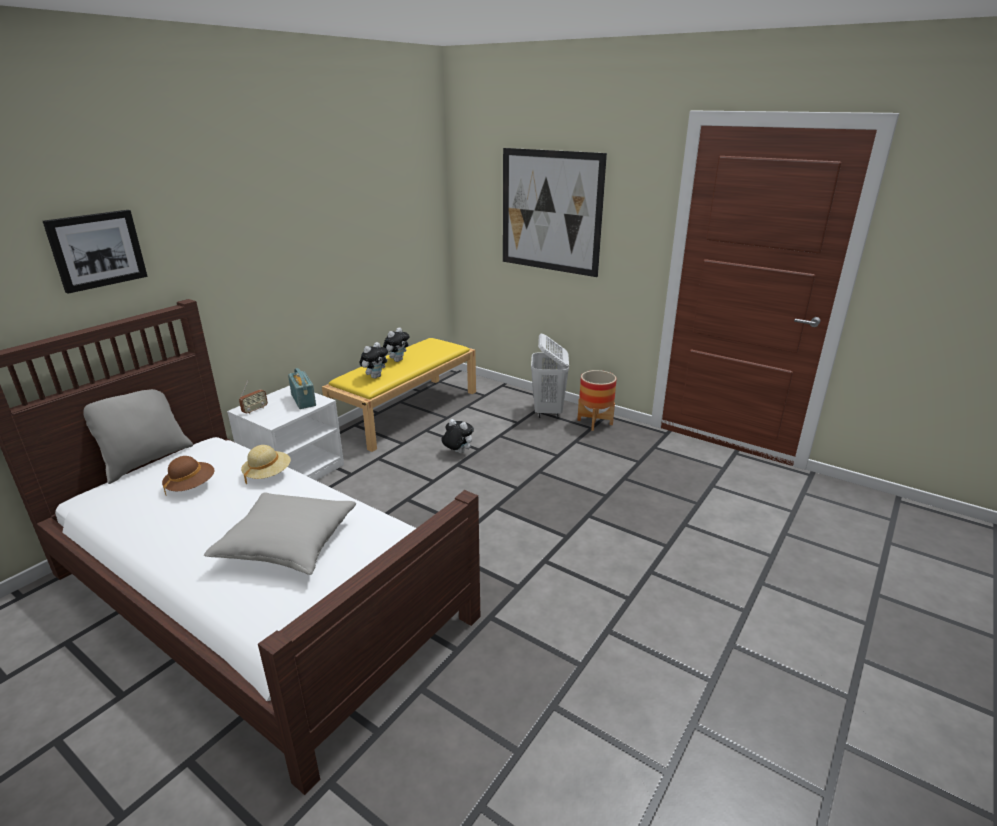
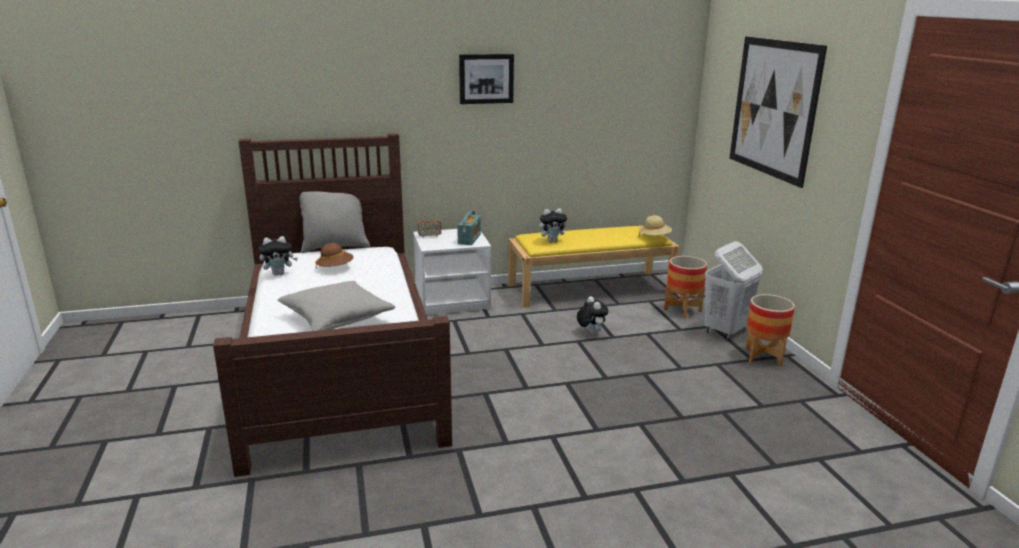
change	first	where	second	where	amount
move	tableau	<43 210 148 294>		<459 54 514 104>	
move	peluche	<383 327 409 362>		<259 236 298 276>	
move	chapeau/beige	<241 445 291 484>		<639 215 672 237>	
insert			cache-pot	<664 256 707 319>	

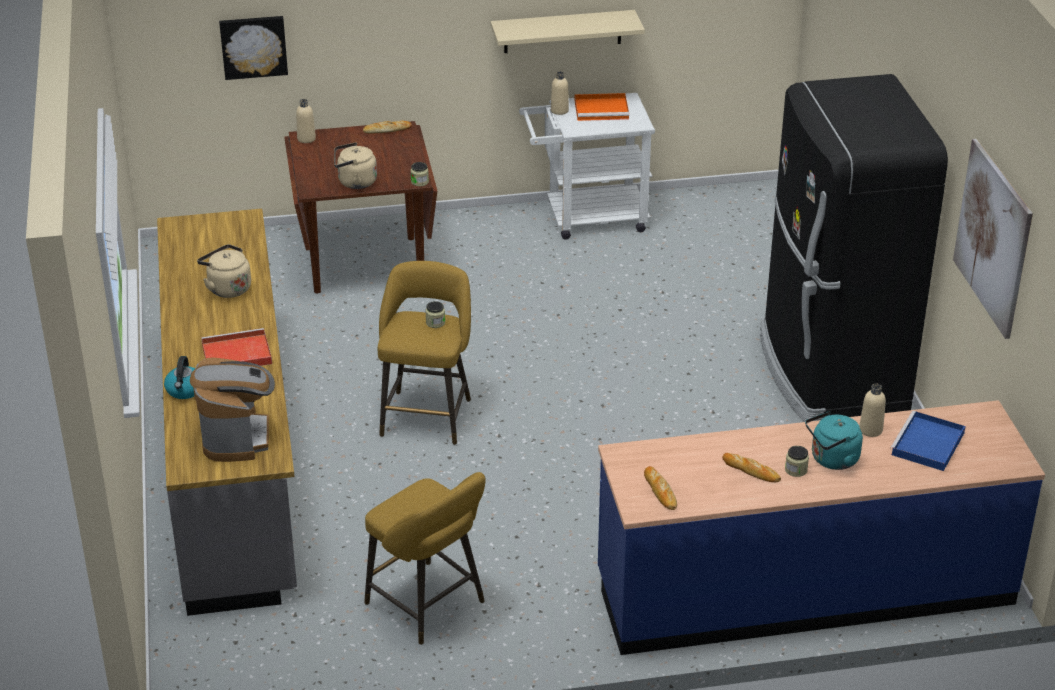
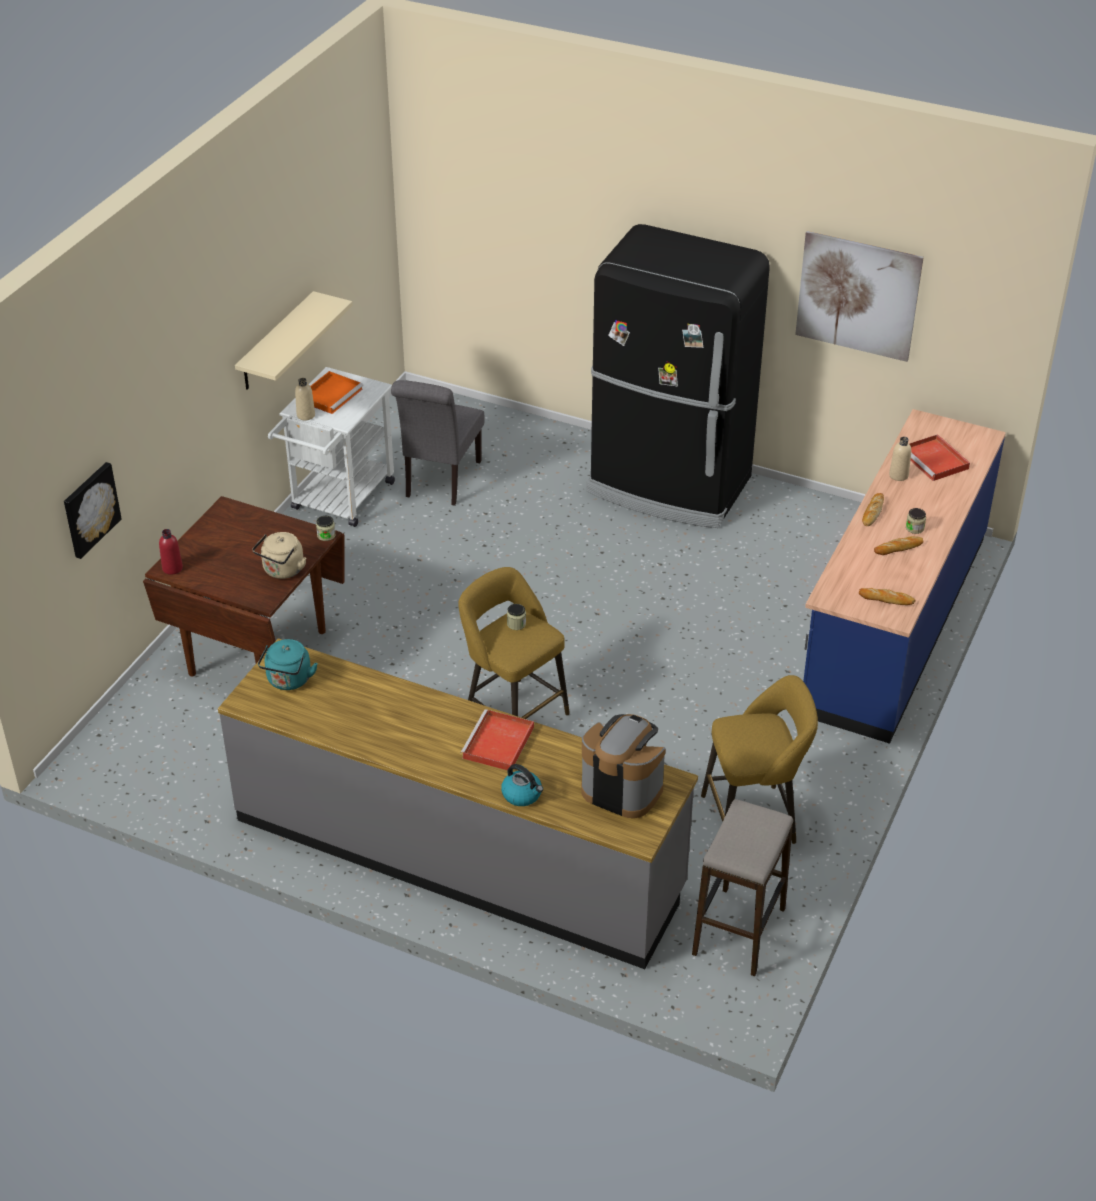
change	first	where	second	where	amount
recolor	bouteille/beige	<296 99 316 143>	bouteille/rouge	<159 529 183 575>	
move	pain	<363 121 412 134>		<862 493 884 526>	
delete	bouilloire/beige	<197 244 251 298>			
move	bouilloire/turquoise	<805 411 863 470>		<258 639 318 690>	
recolor	plateau/bleu	<890 411 966 471>	plateau/rouge	<909 434 970 481>	
insert			chaise/gris	<391 380 484 506>	
insert			tabouret	<692 799 793 976>	

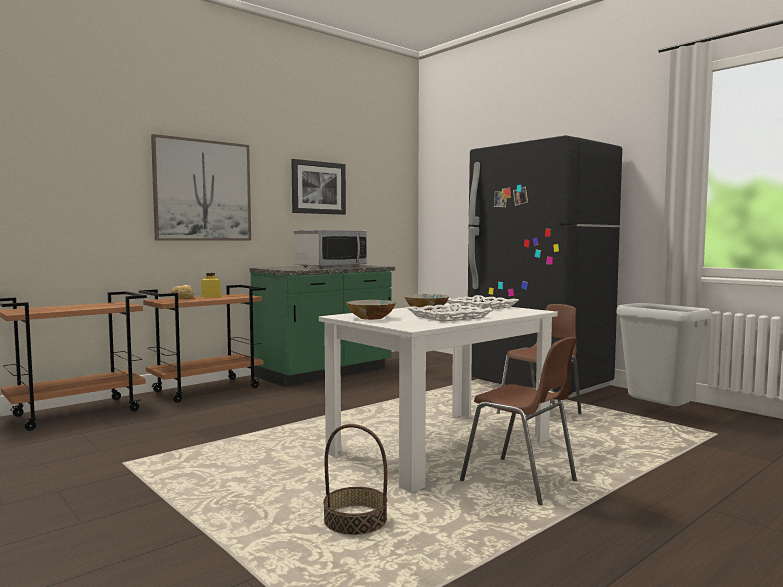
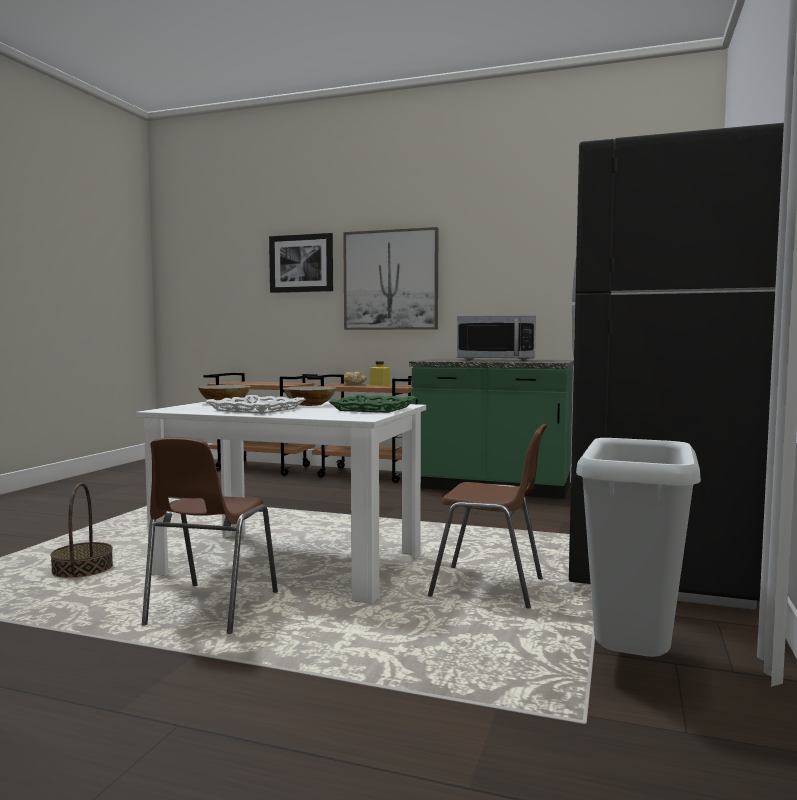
change	first	where	second	where	amount
move	tableau	<291 159 346 215>		<269 233 333 293>	
recolor	plateau/blanc	<447 295 519 309>	plateau/vert	<329 394 416 413>	

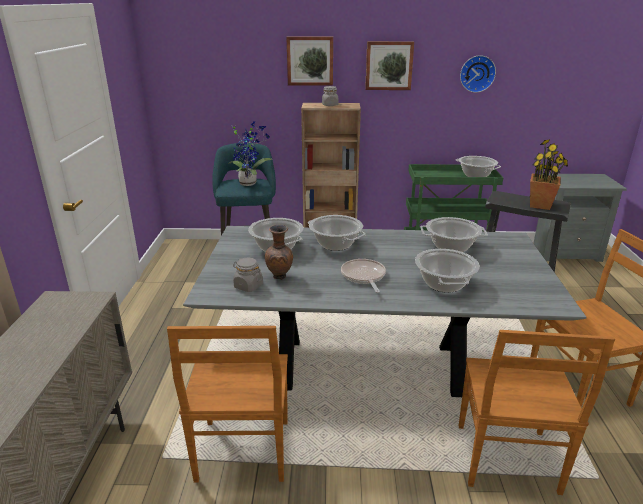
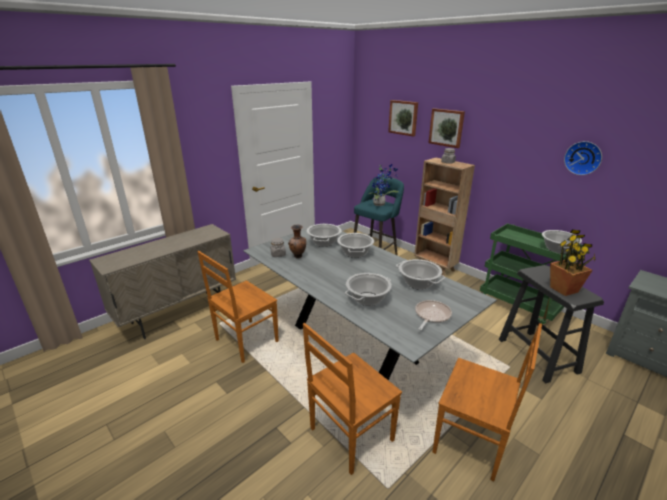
change	first	where	second	where	amount
move	tableau	<365 41 414 90>		<388 100 418 137>	
move	poêle	<341 259 386 293>		<415 300 452 330>	

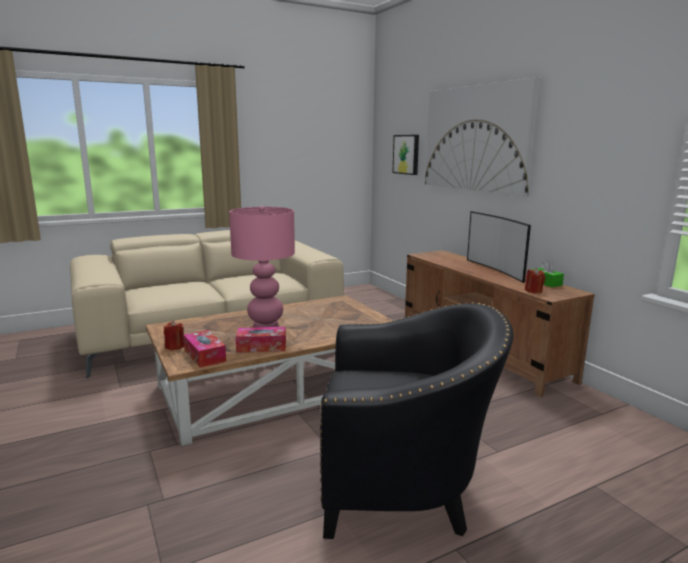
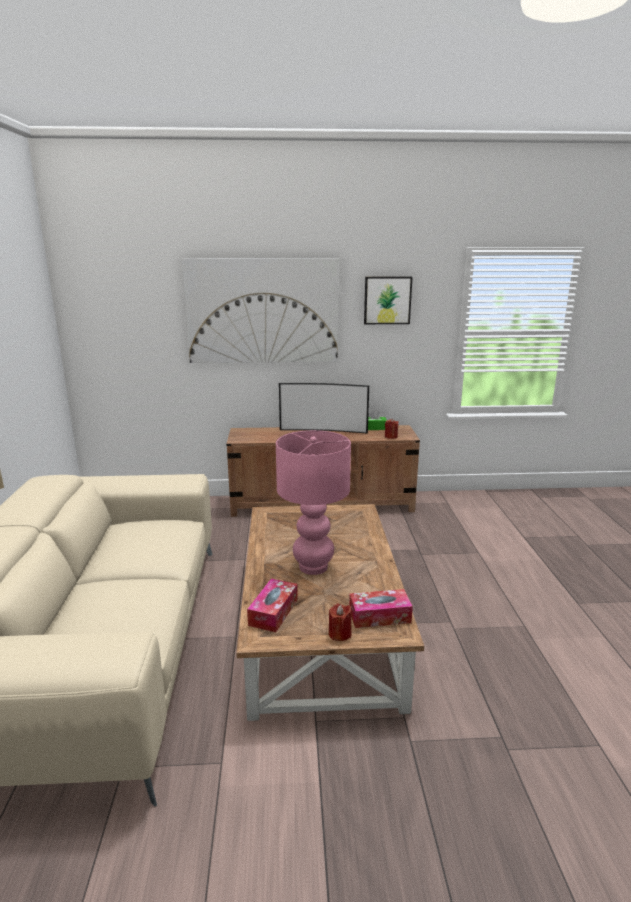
change	first	where	second	where	amount
move	tableau	<392 135 419 175>		<364 276 412 324>	
delete	fauteuil/noir	<320 302 514 539>			
move	boîte à mouchoirs	<236 327 286 353>		<247 578 298 632>	

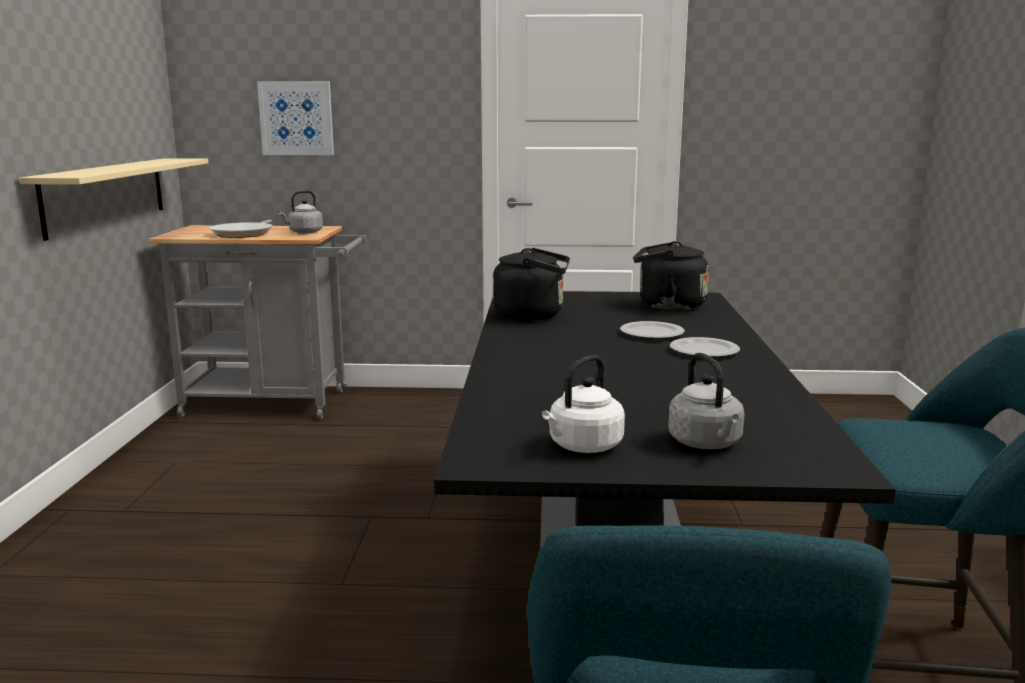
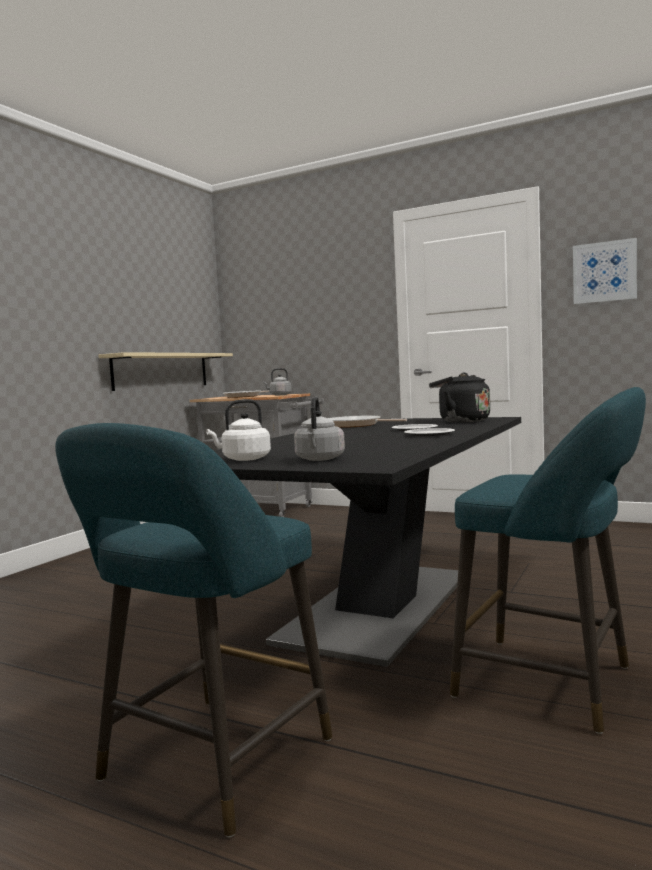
change	first	where	second	where	amount
move	tableau	<257 81 334 155>		<573 238 637 304>	
replace	bouilloire/noir	<493 248 570 321>	poêle	<327 415 407 428>	

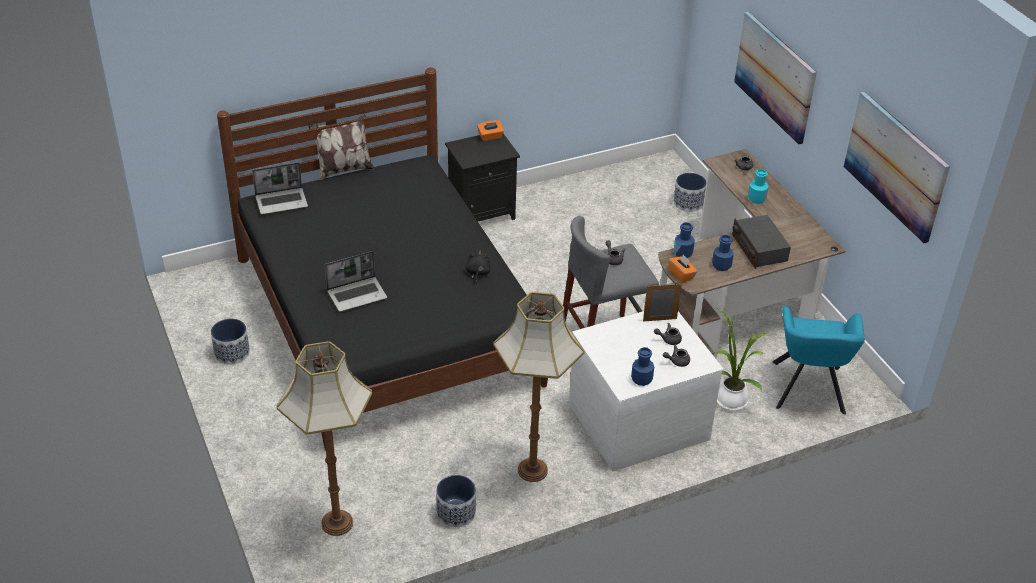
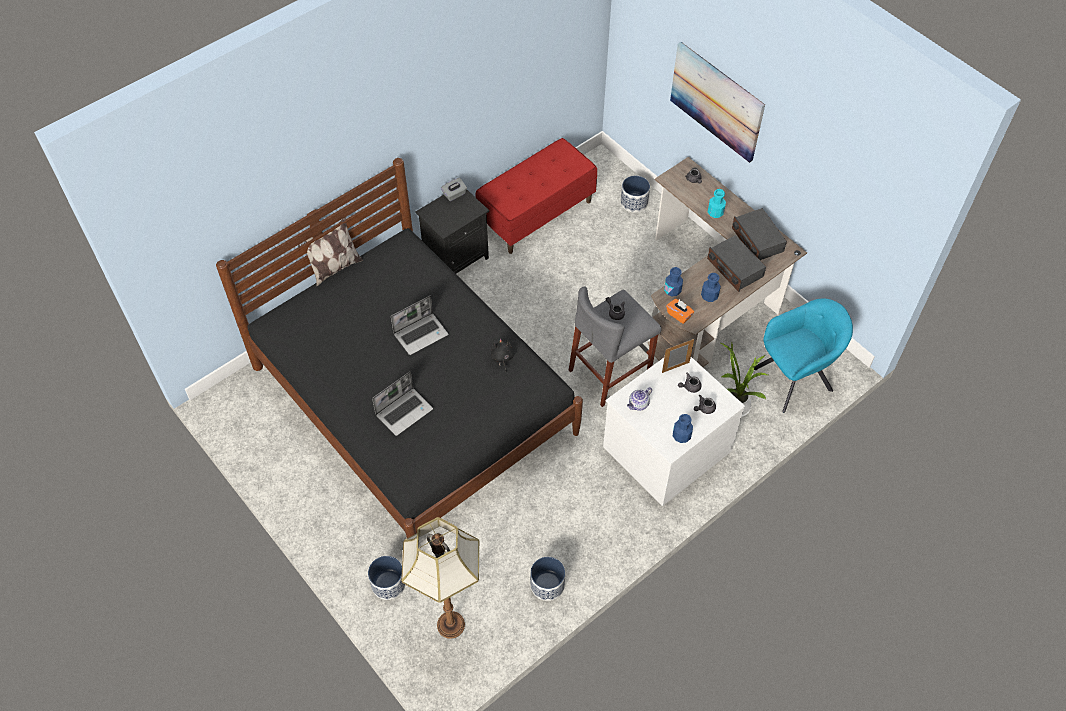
change	first	where	second	where	amount
delete	tableau	<844 91 950 243>			
recolor	boîte à mouchoirs/orange	<477 120 504 141>	boîte à mouchoirs/gris	<441 178 467 201>	
move	ordinateur portable	<252 162 308 215>		<391 296 448 355>	
delete	lampadaire	<493 292 584 482>			
rotate	fauteuil/turquoise	<773 306 865 414>		<754 298 853 413>	105 degrees counterclockwise
move	cache-pot	<211 318 250 364>		<368 556 405 600>	
insert			banc/rouge	<475 138 597 254>	
insert			radio	<732 208 787 260>	
insert			théière	<627 387 652 411>	

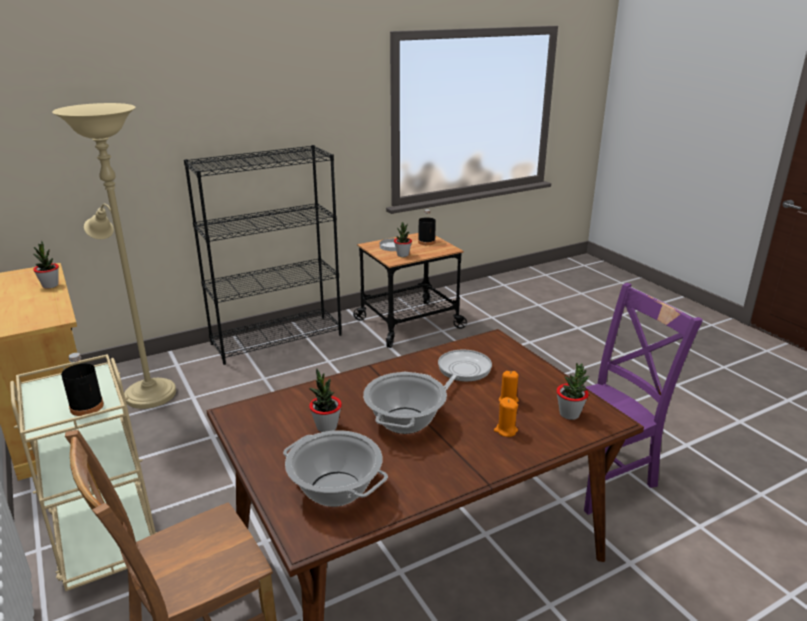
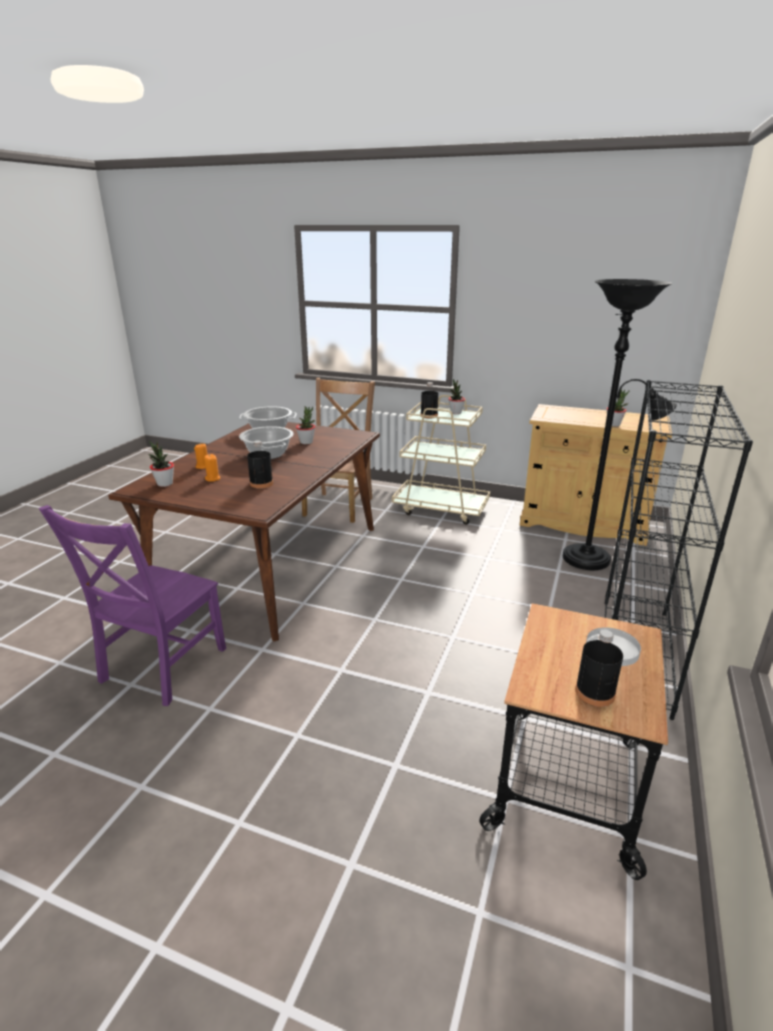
change	first	where	second	where	amount
recolor	lampadaire/beige	<52 103 176 409>	lampadaire/noir	<563 279 677 570>	
move	plante en pot	<394 222 412 257>		<448 379 465 414>	
replace	poêle	<438 350 492 390>	bouteille/noir	<247 440 273 489>	

